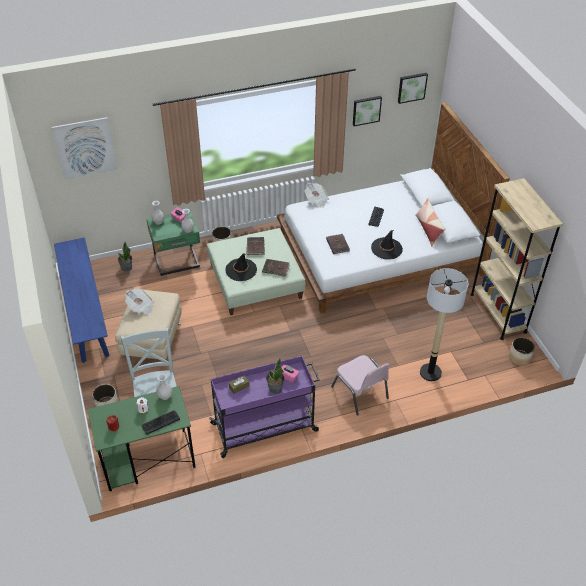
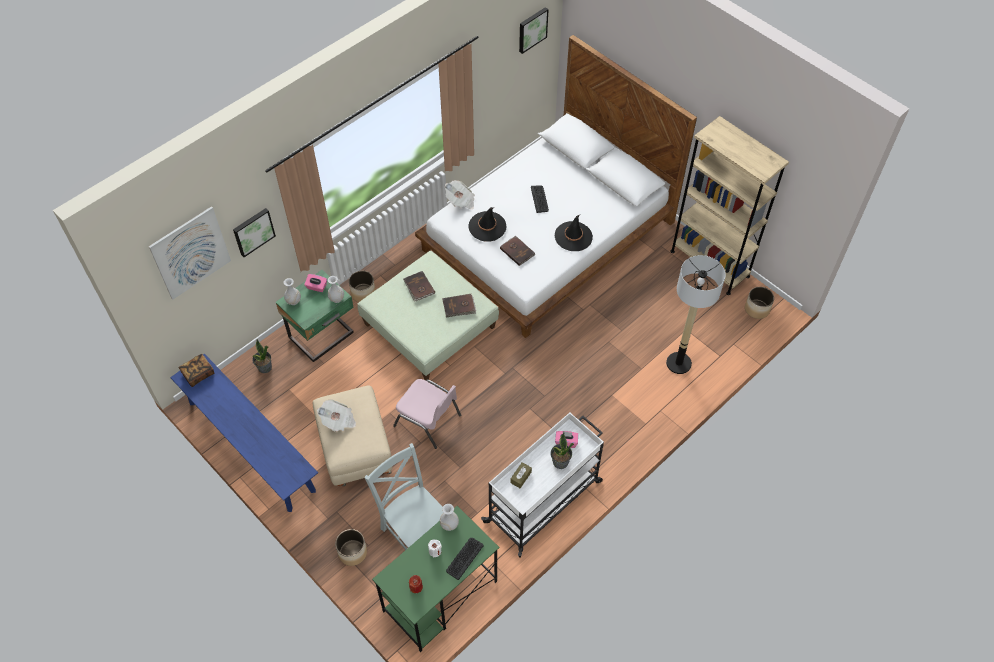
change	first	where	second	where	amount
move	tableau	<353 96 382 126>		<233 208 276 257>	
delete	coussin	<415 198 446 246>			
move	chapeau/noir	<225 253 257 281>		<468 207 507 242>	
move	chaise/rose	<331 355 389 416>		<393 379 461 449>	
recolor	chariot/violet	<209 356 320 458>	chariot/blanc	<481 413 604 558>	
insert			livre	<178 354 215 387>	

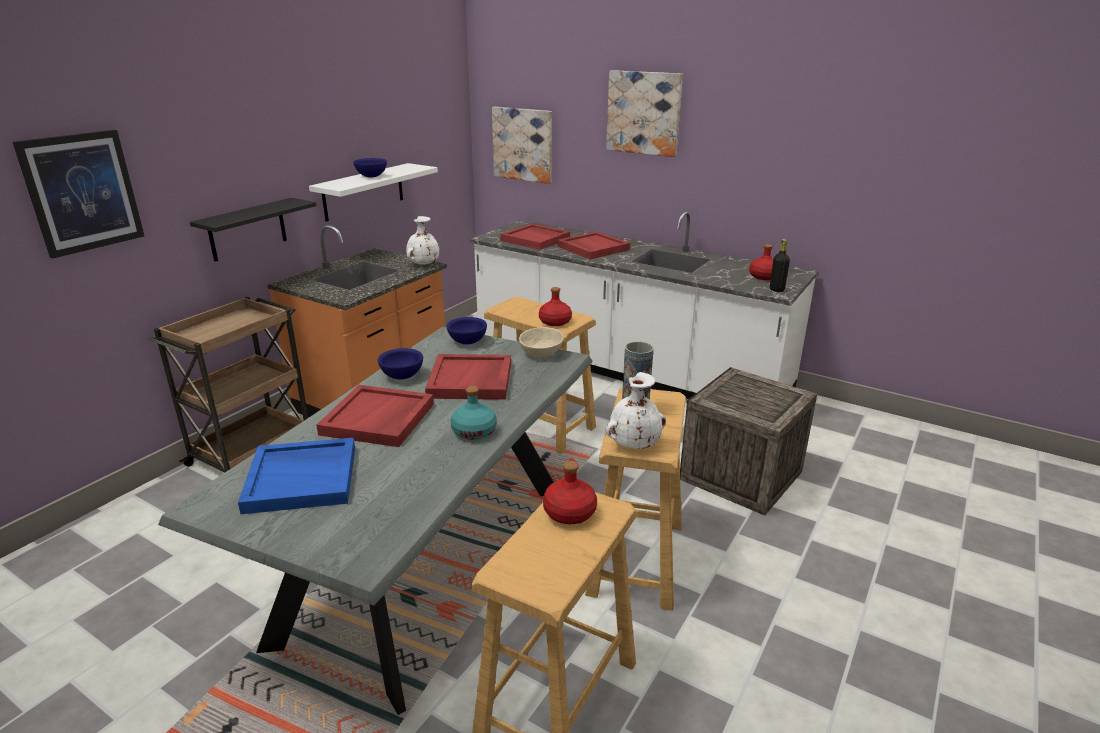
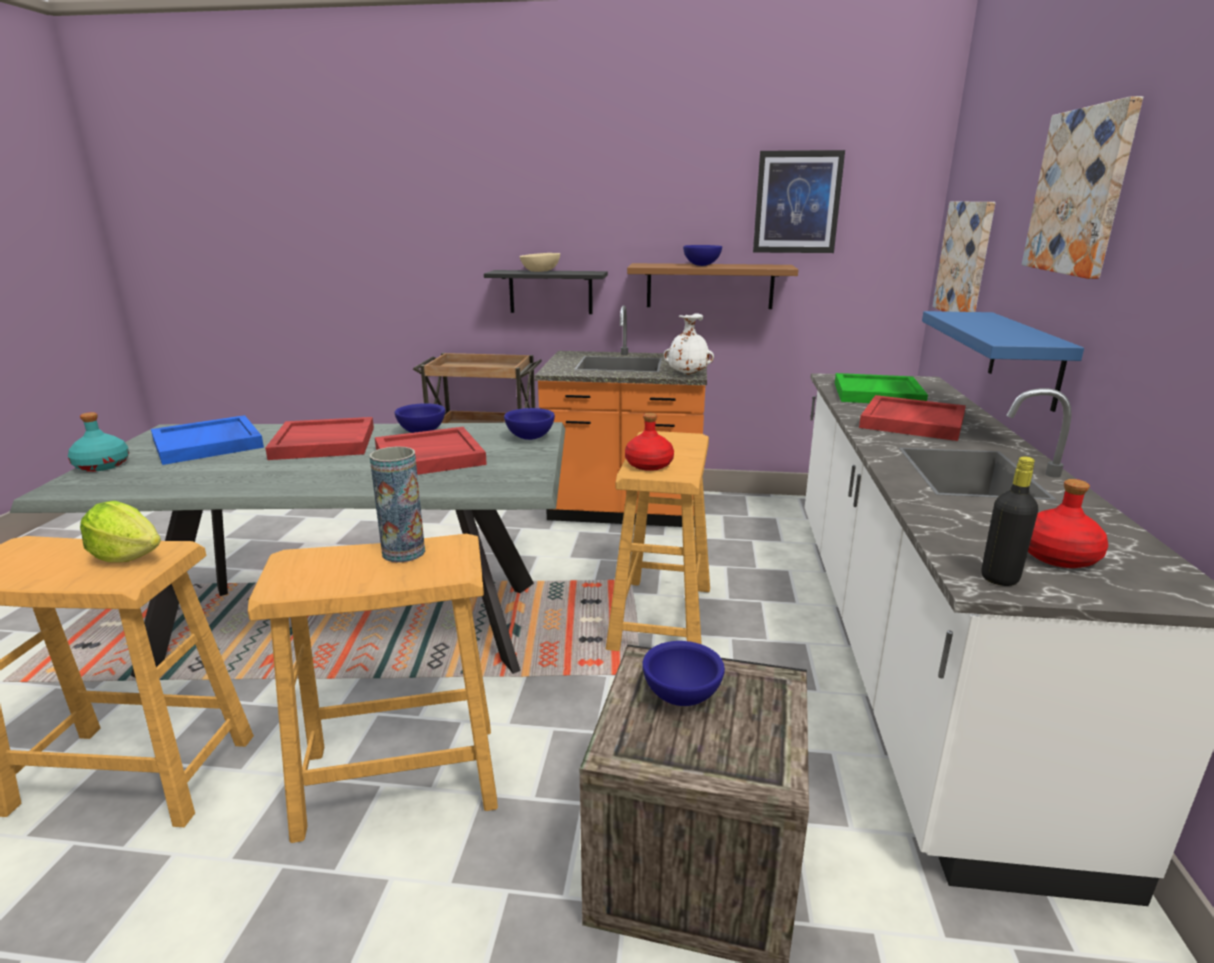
change	first	where	second	where	amount
move	tableau	<13 129 144 259>		<753 150 845 253>	
recolor	étagère/blanc	<309 163 438 222>	étagère/marron	<627 263 798 309>	
recolor	plateau/rouge	<500 224 570 250>	plateau/vert	<835 373 928 403>	
move	bol/beige	<519 327 564 358>		<519 253 560 272>	
delete	vase/blanc	<606 372 666 449>			
move	bouteille/turquoise	<451 386 497 440>		<68 412 129 472>	
replace	bouteille/rouge	<543 461 597 524>	laitue	<80 501 161 562>	
insert			étagère/bleu	<922 311 1084 412>	
insert			bol/bleu	<642 641 725 706>	

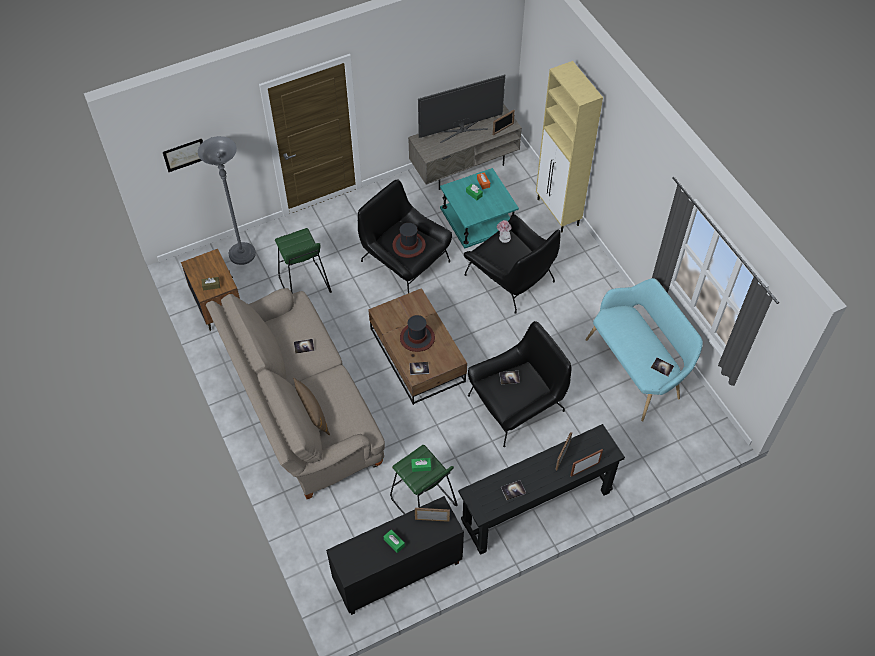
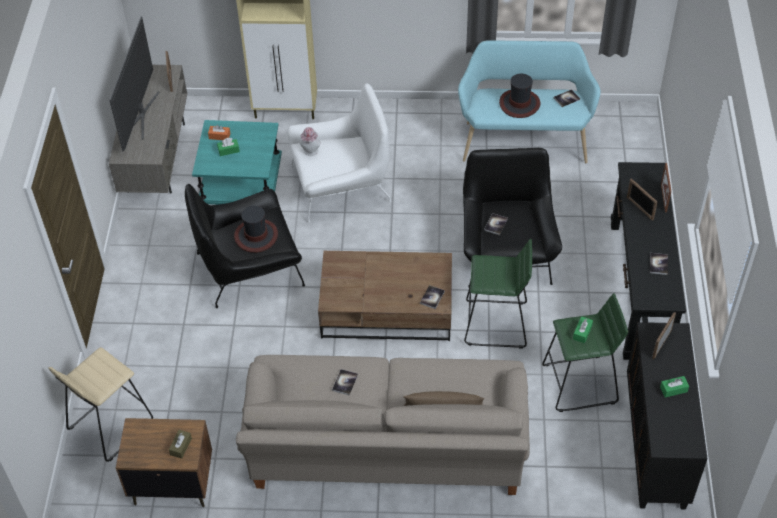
change	first	where	second	where	amount
replace	lampadaire/gris	<198 136 256 265>	tabouret/beige	<48 347 153 462>	
delete	tableau	<163 139 203 172>			
recolor	fauteuil/noir	<464 215 561 314>	fauteuil/blanc	<288 83 391 223>	
move	tabouret/vert	<275 228 332 294>		<464 239 532 349>	
move	chapeau	<400 315 435 352>		<499 74 540 118>	

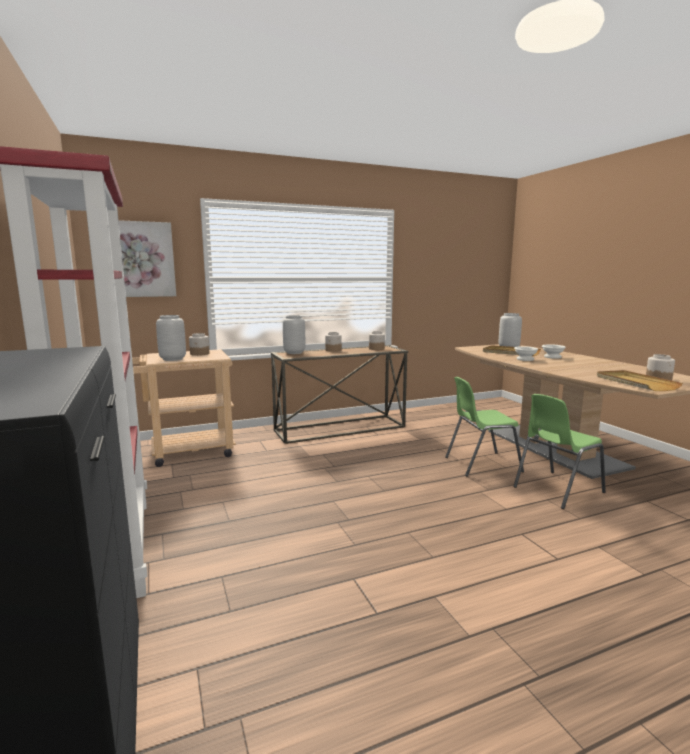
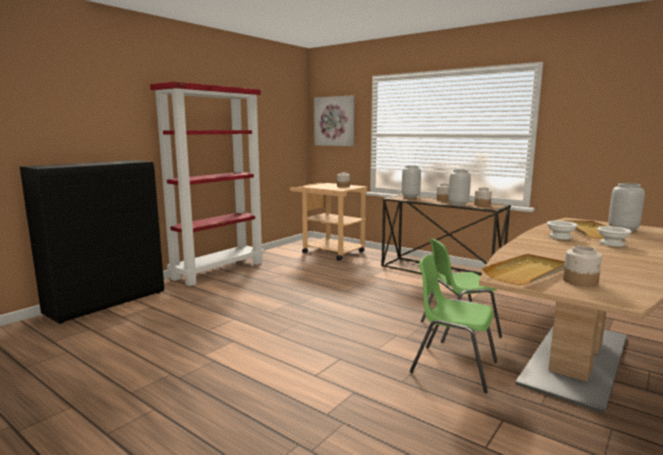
change	first	where	second	where	amount
move	vase/gris	<156 315 186 361>		<448 169 471 205>	
rotate	chaise/vert	<445 377 524 477>		<421 239 502 343>	60 degrees counterclockwise

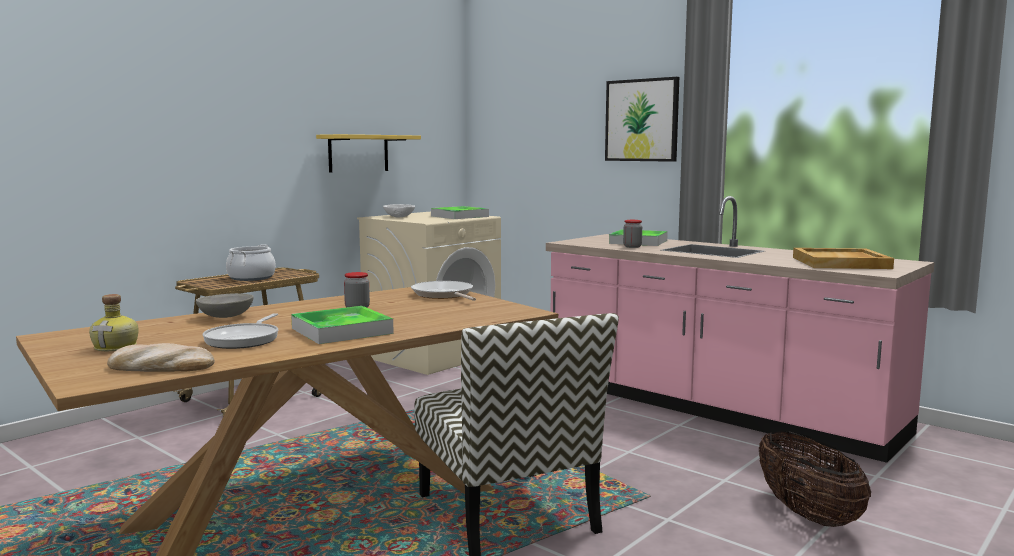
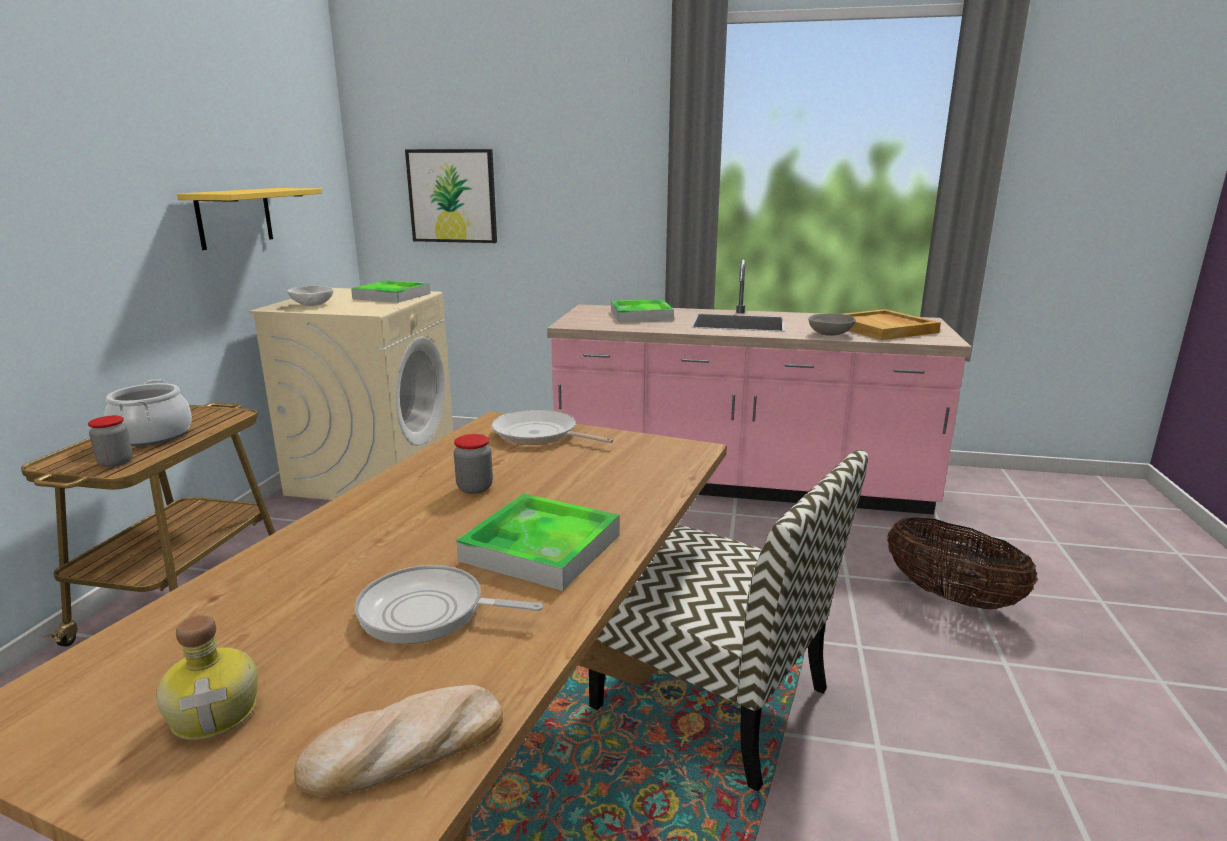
change	first	where	second	where	amount
move	tableau	<605 77 679 162>		<405 149 497 243>	
move	bocal	<623 220 642 248>		<88 416 133 467>	
move	bol/gris	<196 293 253 318>		<808 314 856 336>	
rotate	poêle	<202 313 278 349>		<355 565 543 644>	120 degrees clockwise

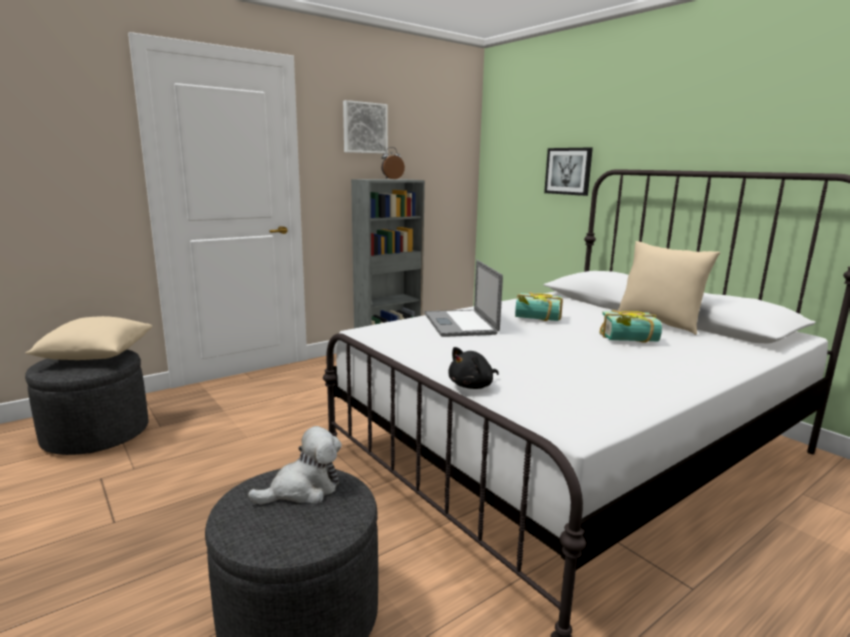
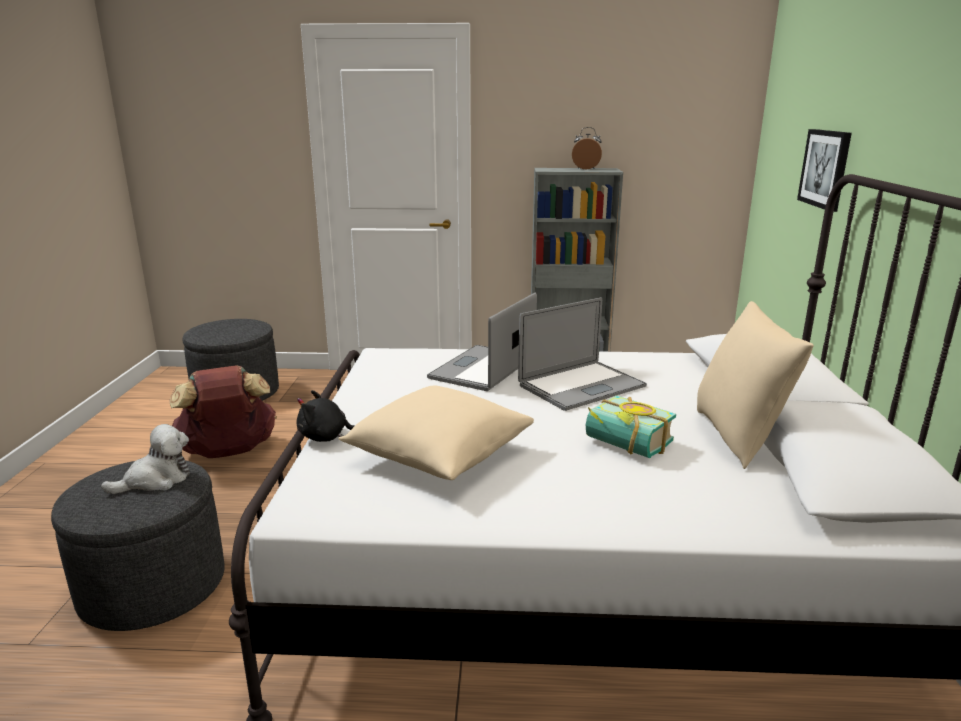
change	first	where	second	where	amount
delete	tableau	<343 100 388 154>			
replace	livre	<515 292 563 321>	ordinateur portable	<518 298 647 411>	
move	coussin/beige	<25 316 152 360>		<339 386 534 480>	
rotate	peluche	<248 426 342 505>		<101 424 190 494>	45 degrees counterclockwise
insert			sac à dos/marron	<169 365 277 458>	

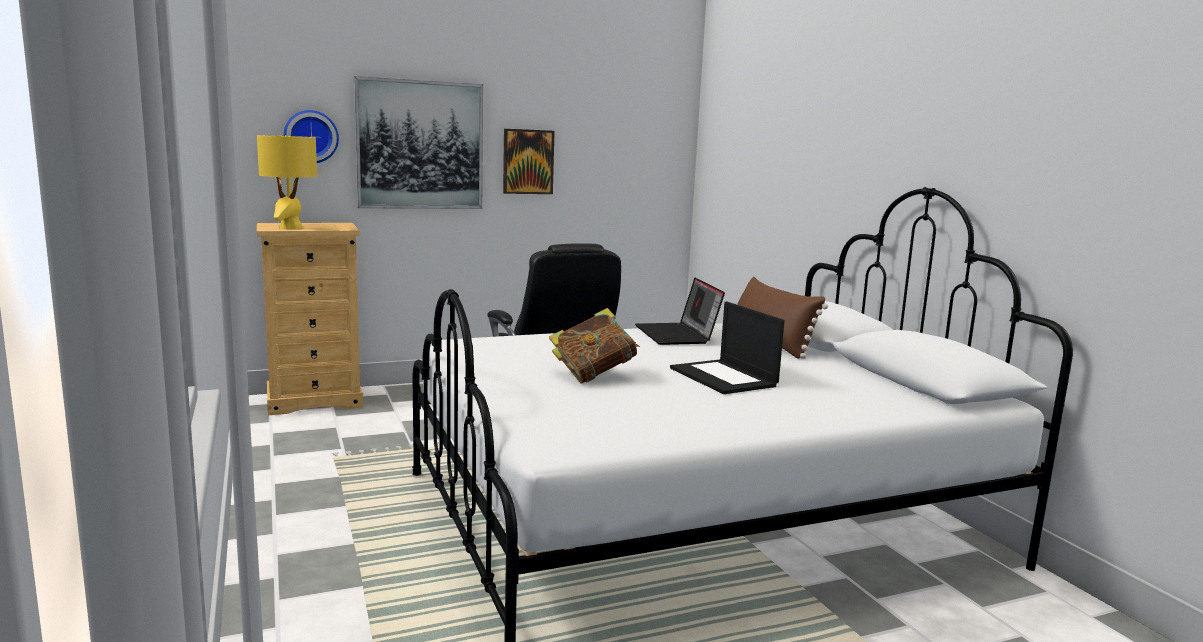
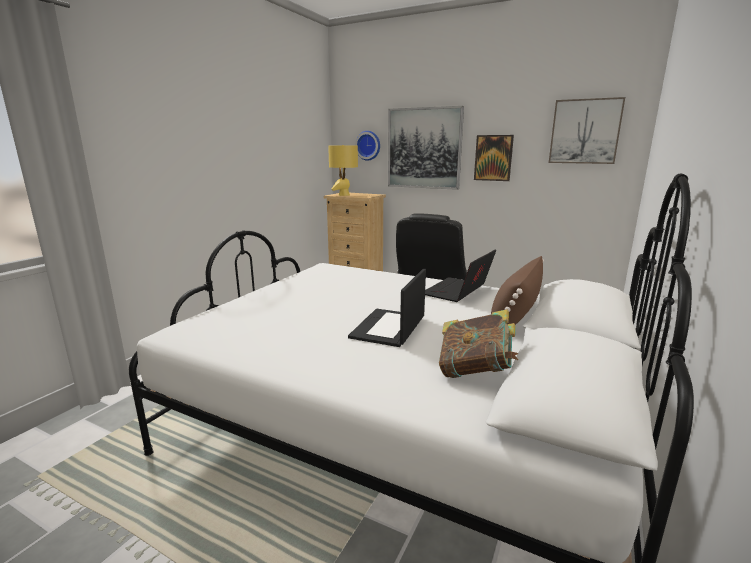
change	first	where	second	where	amount
move	livre	<549 308 640 384>		<439 309 518 378>	
insert			tableau	<549 97 625 164>	

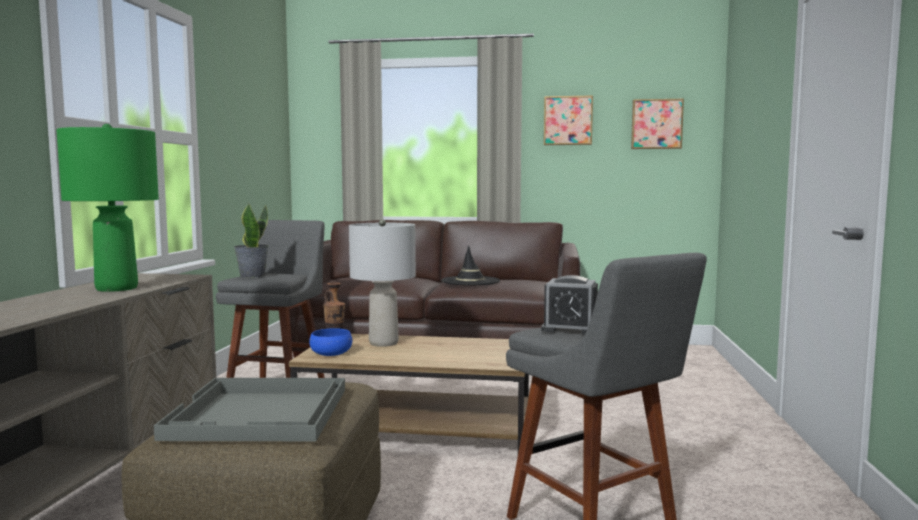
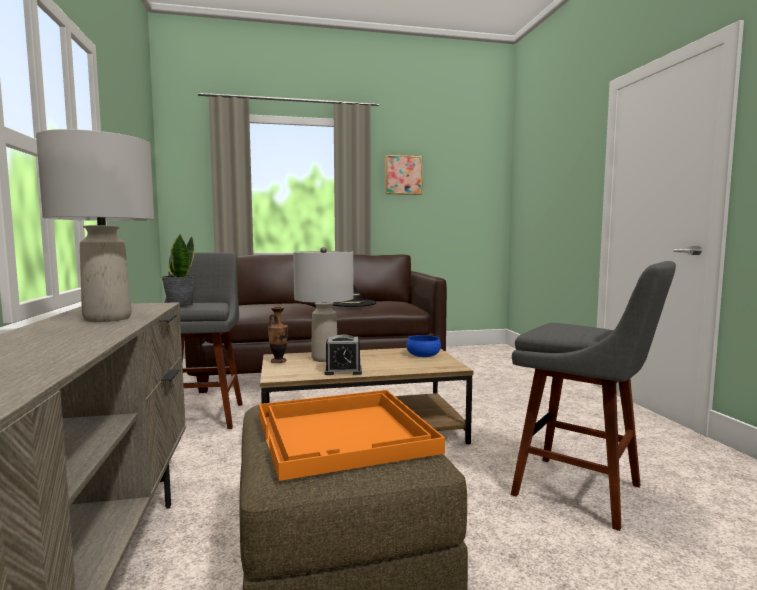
change	first	where	second	where	amount
delete	tableau	<631 99 684 149>			
recolor	lampe de table/vert	<56 124 159 292>	lampe de table/gris	<36 129 154 322>	
move	réveil	<541 275 598 334>		<325 334 362 375>	
move	bol/bleu	<309 328 352 356>		<406 335 441 357>	
recolor	plateau/gris	<154 378 345 441>	plateau/orange	<259 390 445 481>	

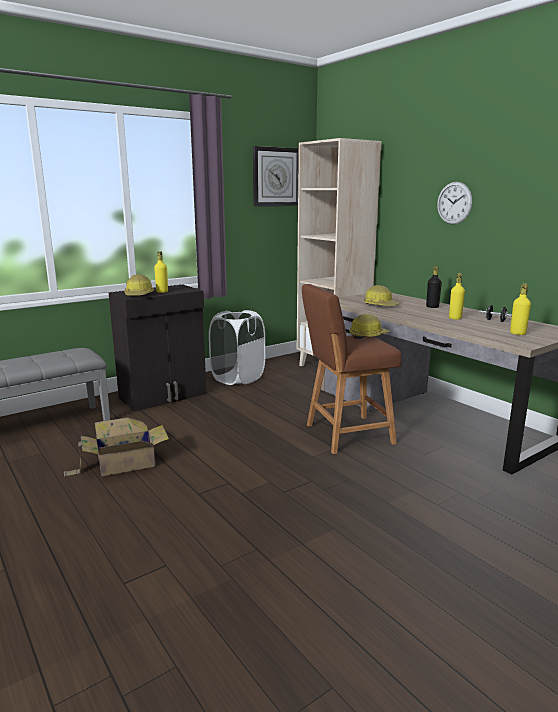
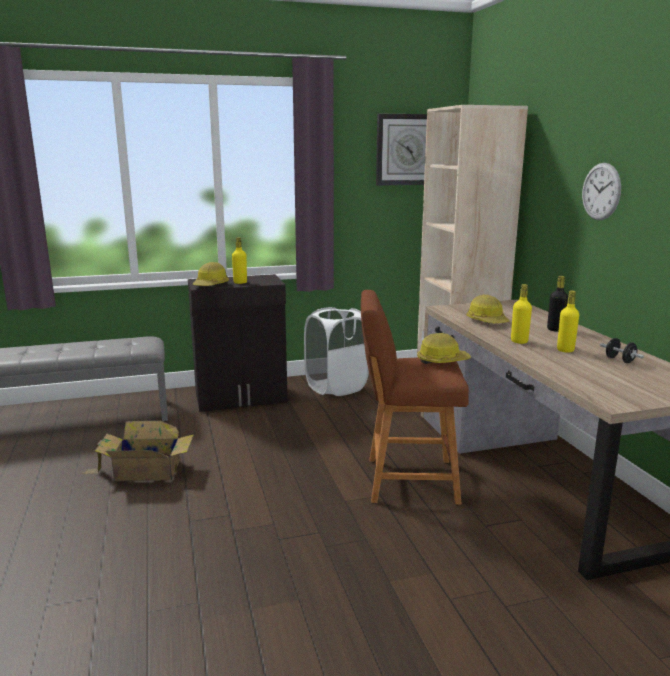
change	first	where	second	where	amount
move	bouteille/jaune	<510 283 531 335>		<511 284 532 344>	

